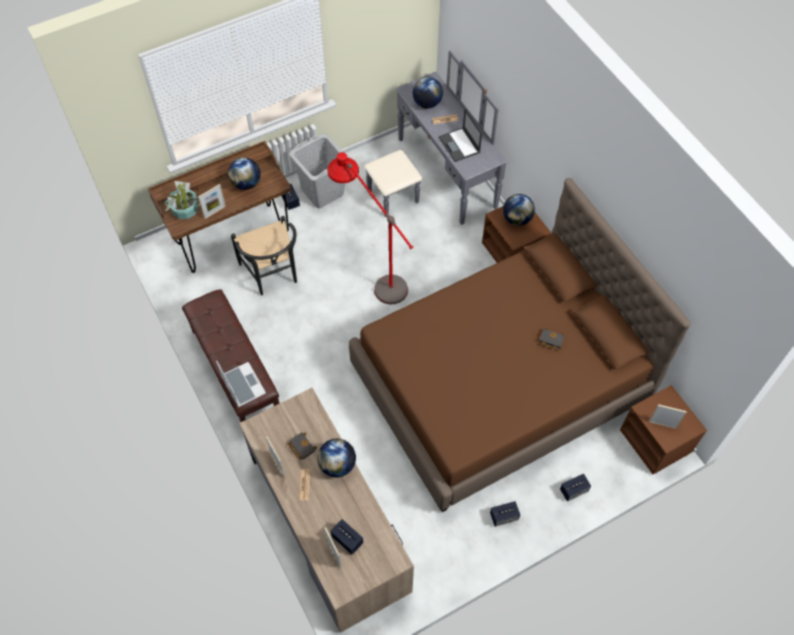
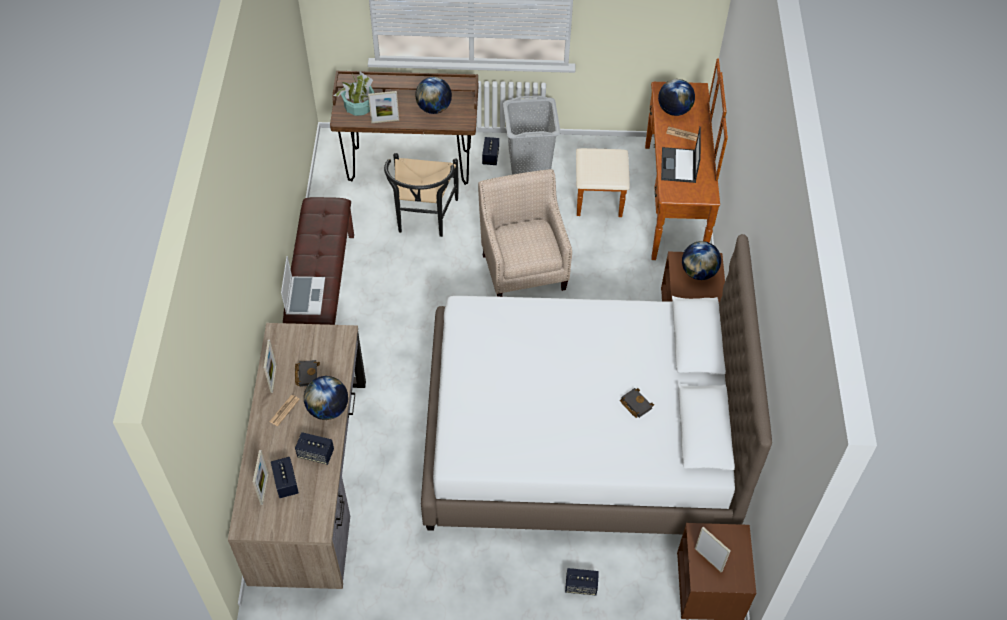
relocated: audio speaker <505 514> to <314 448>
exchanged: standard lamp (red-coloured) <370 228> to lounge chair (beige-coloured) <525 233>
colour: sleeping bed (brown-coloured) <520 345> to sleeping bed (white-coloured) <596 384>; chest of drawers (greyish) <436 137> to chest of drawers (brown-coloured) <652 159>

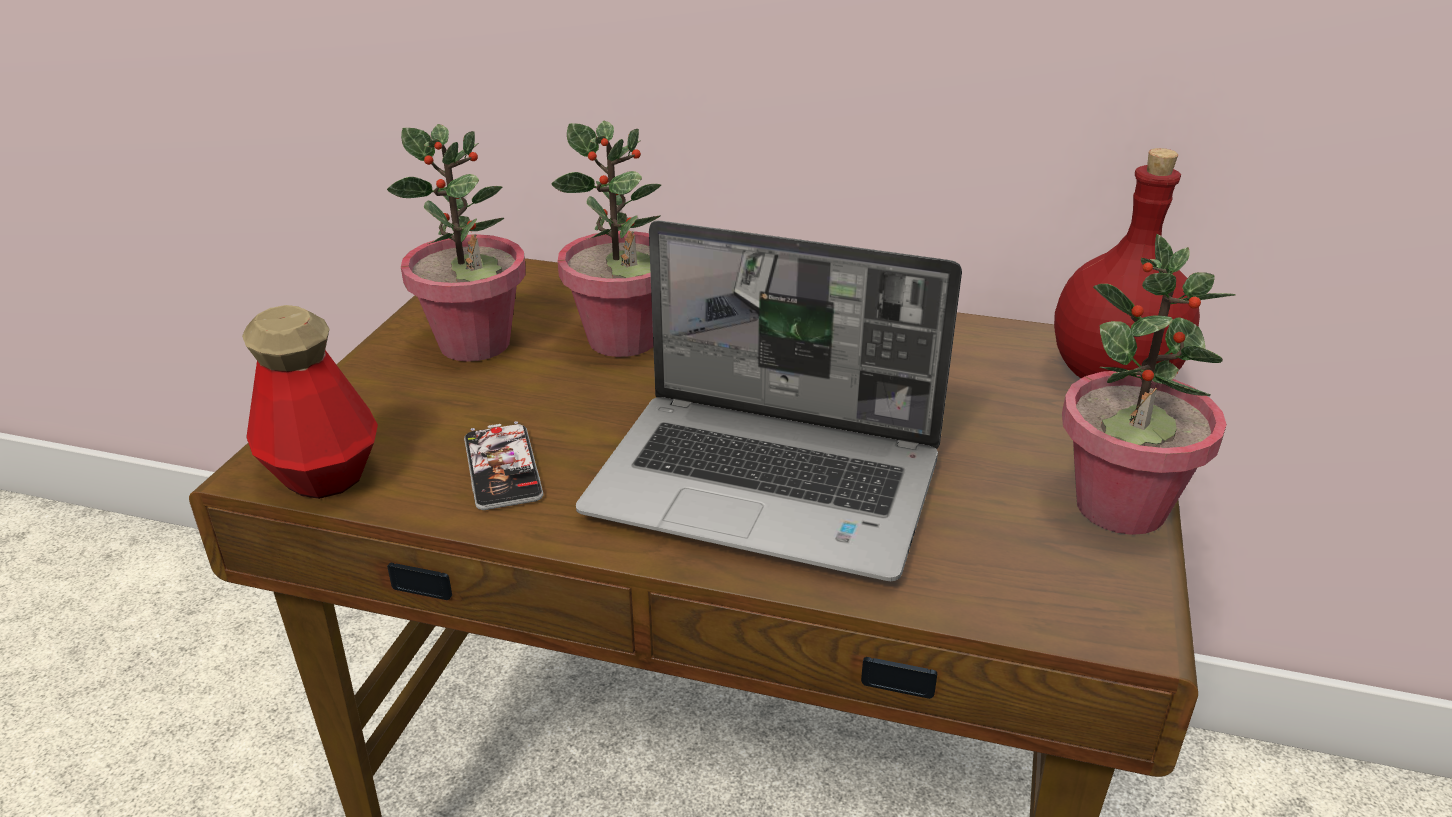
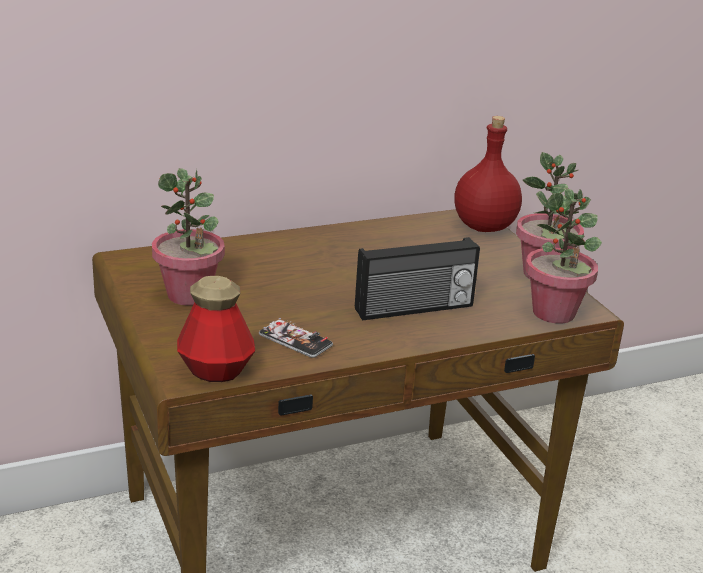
relocated: potted plant <606 239> to <563 256>
exchanged: portable computer <769 400> to radio <417 279>

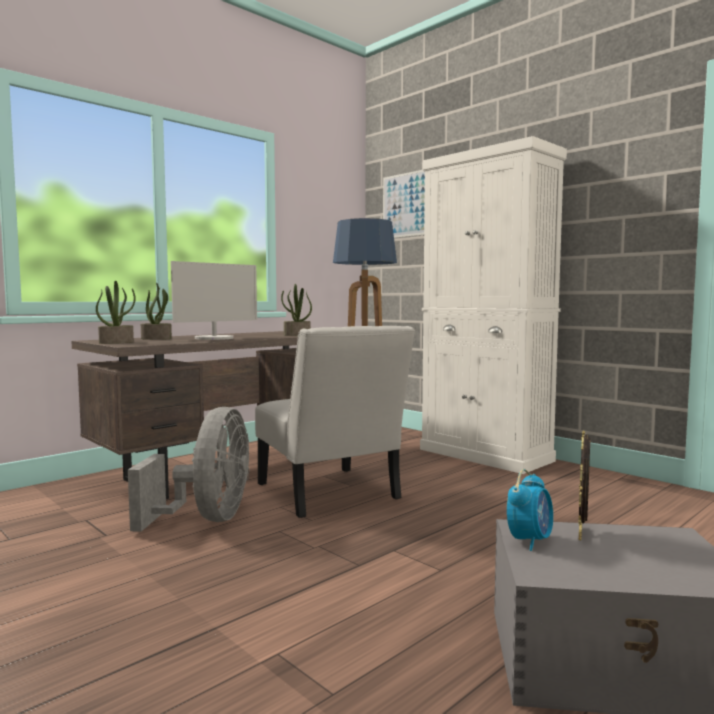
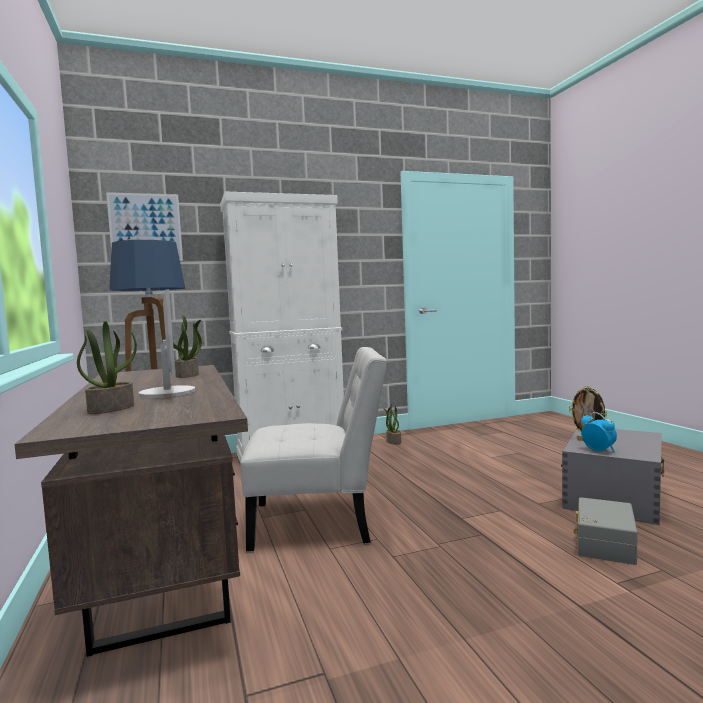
missing: fan (greyish) <188 469>
appeared: storage bin (greyish) <605 531>
relocated: potted plant <116 312> to <392 424>

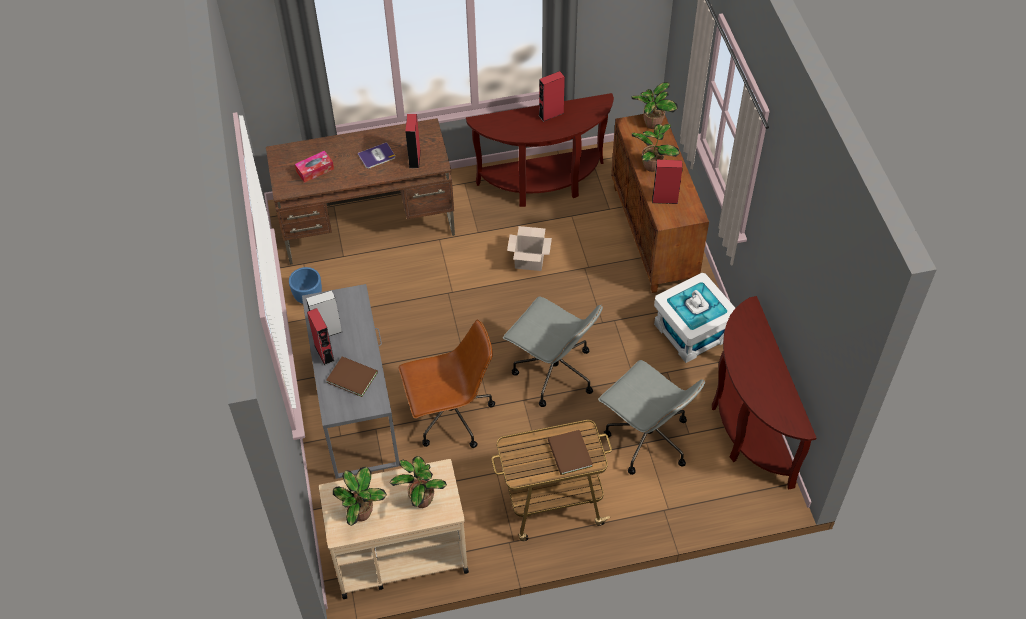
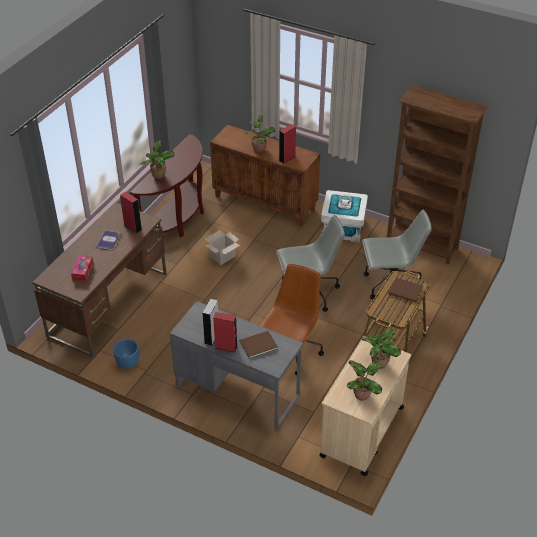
missing: audio speaker (red-coloured) <552 96>
relocated: potted plant <654 105> to <157 160>
exchanged: console table (brown-coloured) <764 393> to bookshelf (brown-coloured) <437 175>

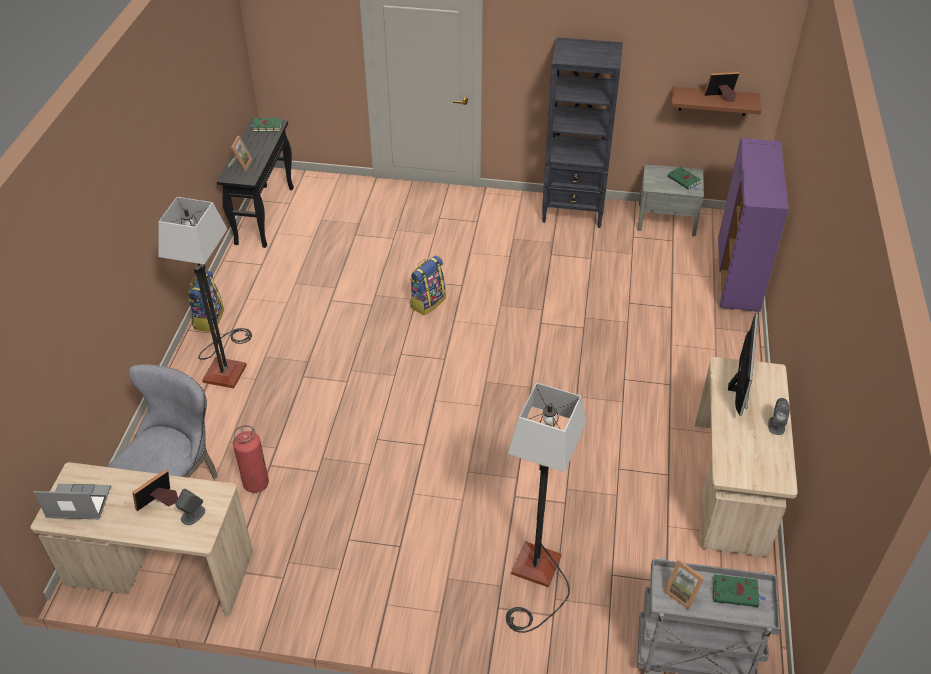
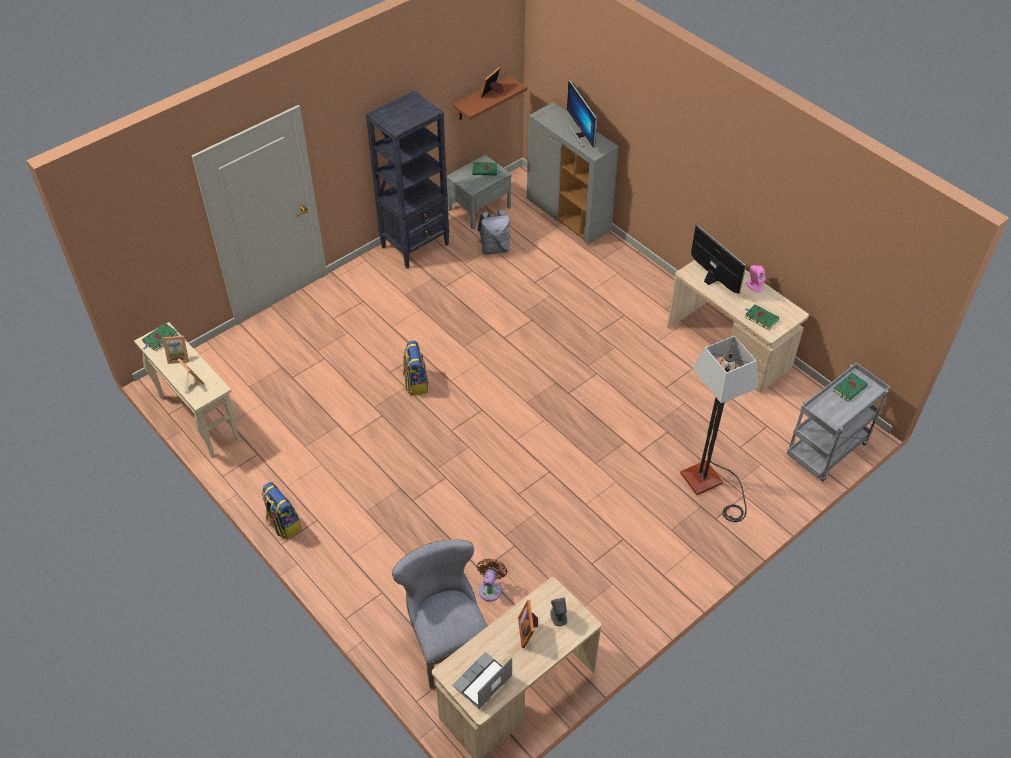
missing: standard lamp <205 292>
appeared: backpack (greyish) <493 232>; computer screen <582 114>; book (greenish) <762 317>
relocated: picture frame <684 585> to <175 350>
exchanged: fire extinguisher <251 459> to fan (brown-coloured) <492 579>
colour: console table (black-coloured) <255 182> to console table (beige-coloured) <187 390>; cupboard (purple-coloured) <753 225> to cupboard (greyish) <573 173>; audio speaker (greyish) <779 416> to audio speaker (pink) <756 278>

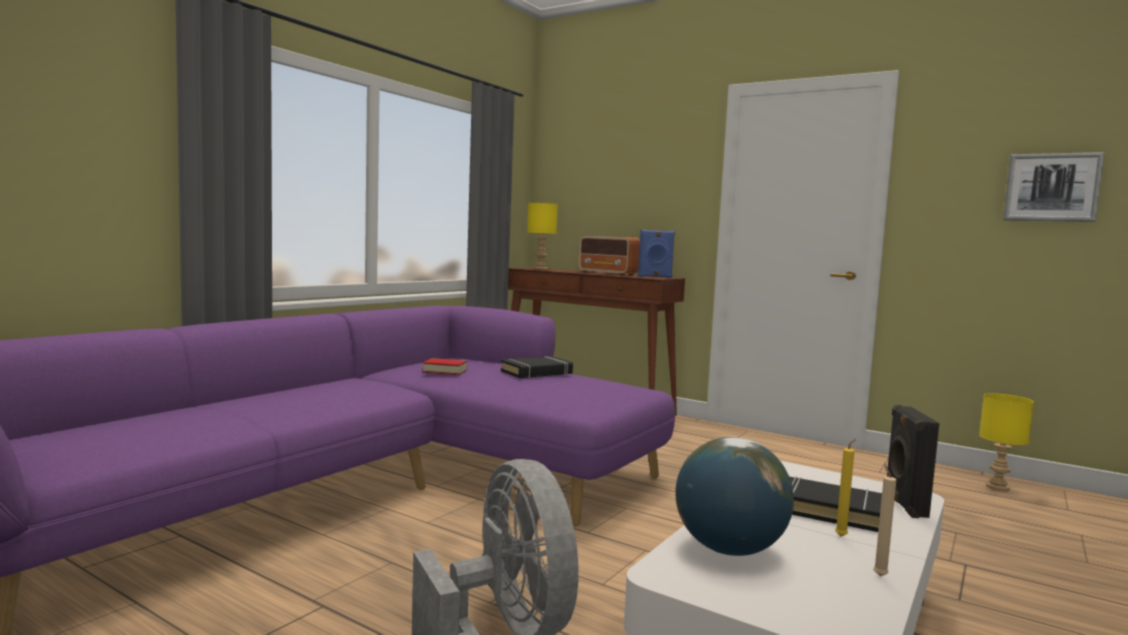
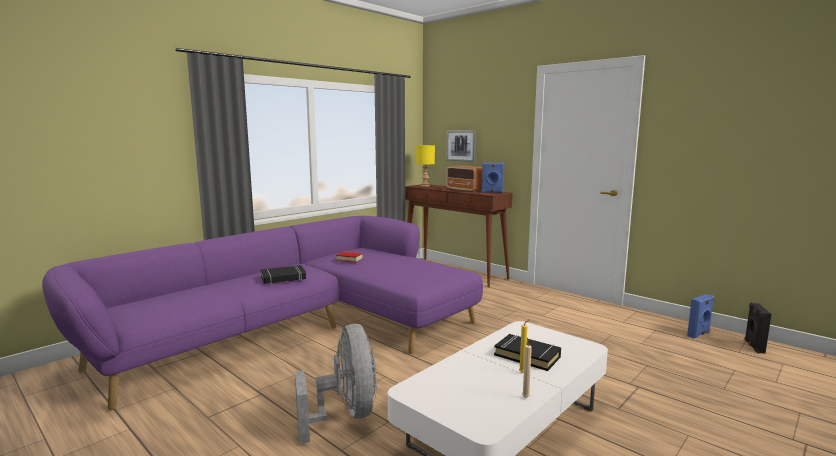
missing: globe <735 496>
relocated: book (black-coloured) <537 367> to <283 274>; wall art <1054 187> to <461 146>; audio speaker (black-coloured) <913 461> to <758 328>
exchanged: lamp for a table (yellowish) <1006 442> to audio speaker (blue) <700 316>

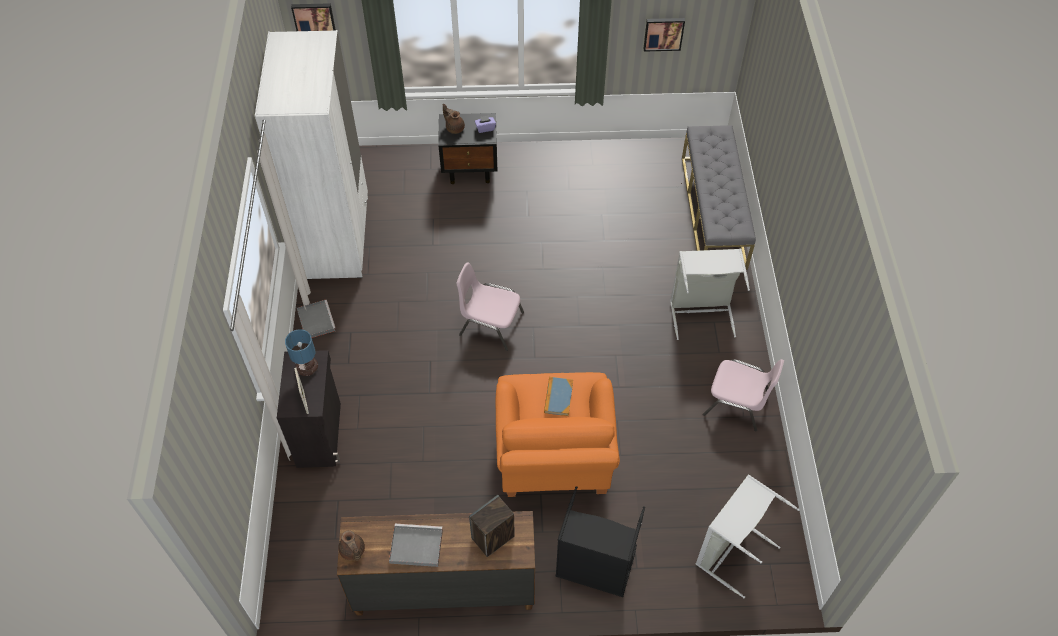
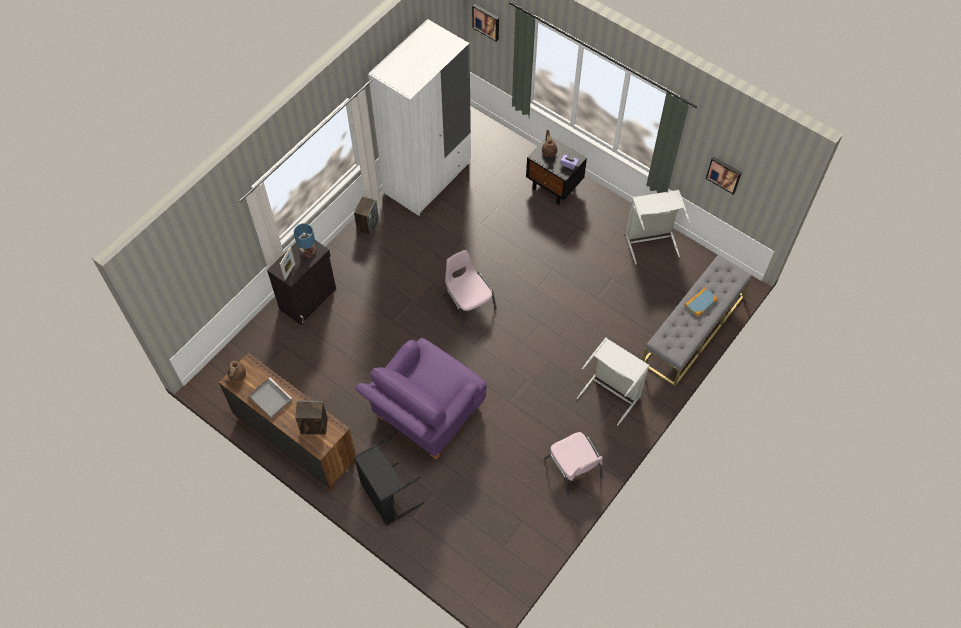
relocated: washing basket (greyish) <748 536> to <657 227>; book <558 396> to <701 302>
exchanged: tray (greyish) <316 319> to audio speaker <366 216>
colour: lounge chair (orangey) <557 434> to lounge chair (purple-coloured) <421 399>

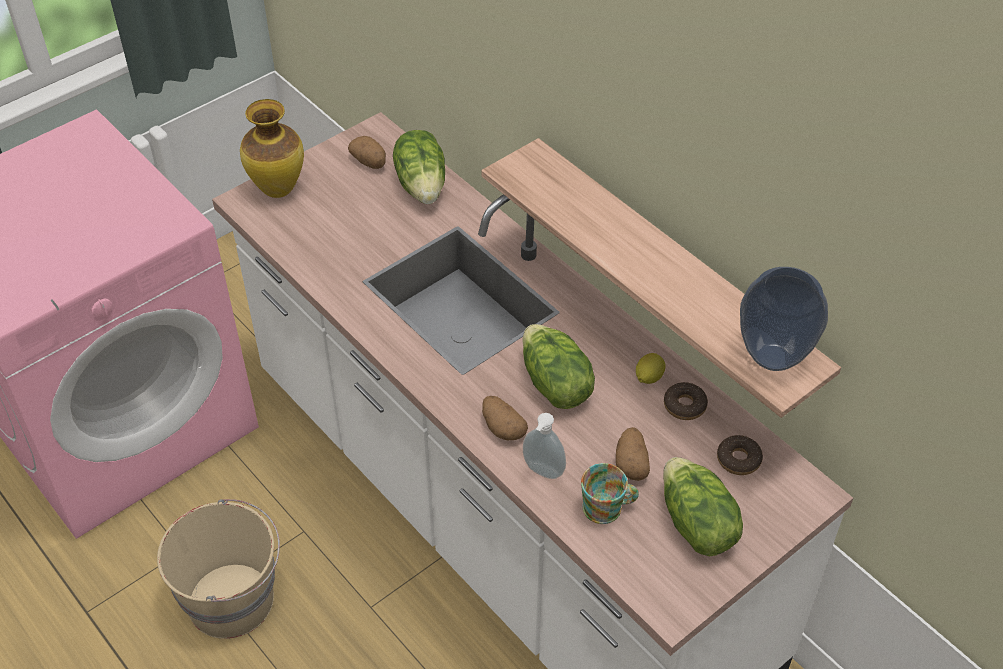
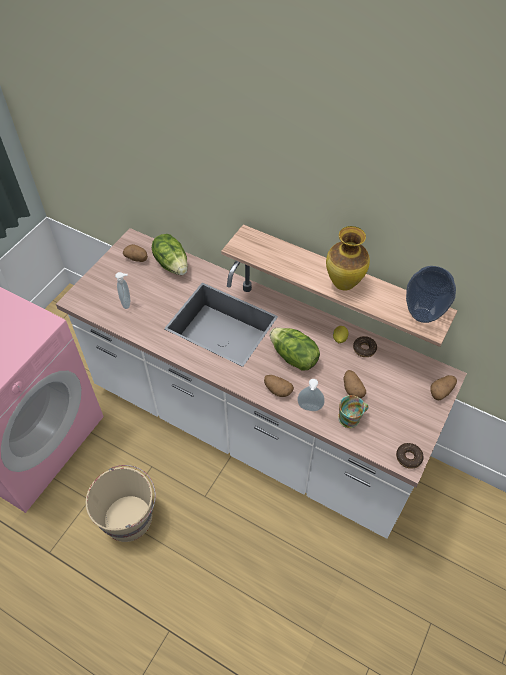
missing: head of lettuce <703 506>
appeared: soap dispenser <122 290>; whole potato <443 387>
relocated: decorative vase <272 148> to <348 258>; ring doughnut <740 455> to <410 456>

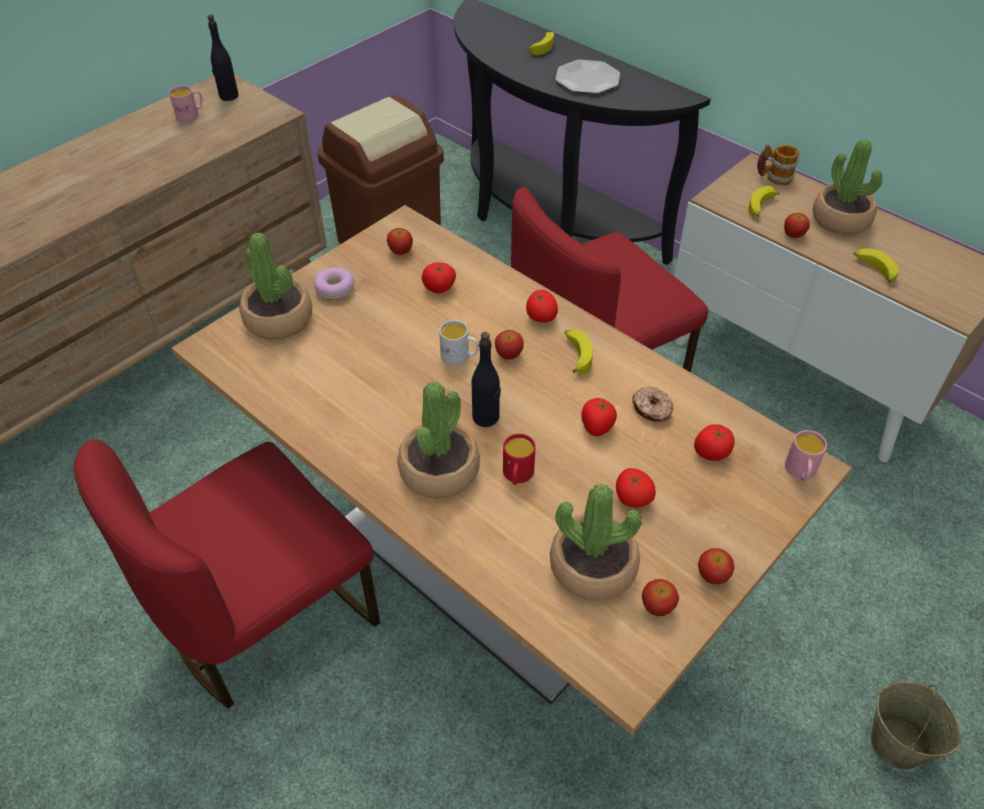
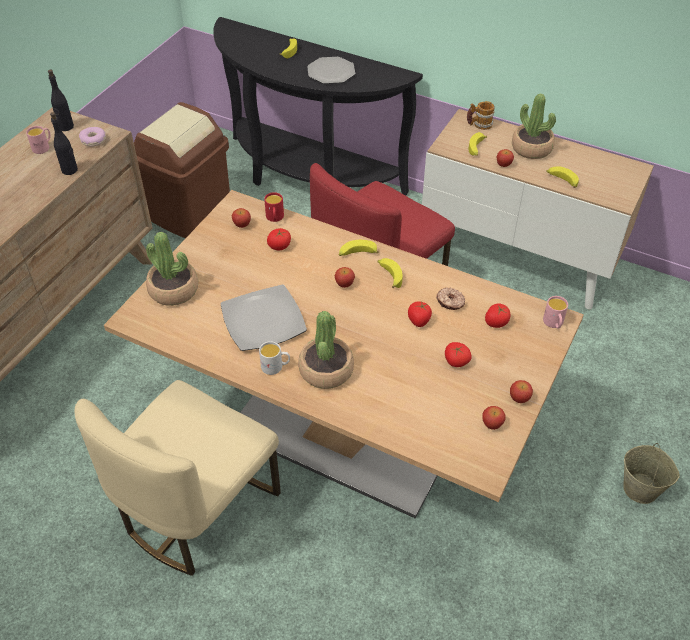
missing: potted plant <596 542>
appeared: dinner plate <263 317>
relocated: beverage bottle (black-coloured) <486 379> to <64 143>; ring doughnut <334 283> to <92 137>; mug (white-coloured) <459 343> to <274 358>; mug (red-coloured) <519 459> to <274 207>
exchanged: tomato <542 306> to banana fruit <359 248>
colour: chair (red-coloured) <227 574> to chair (beige-coloured) <178 478>

